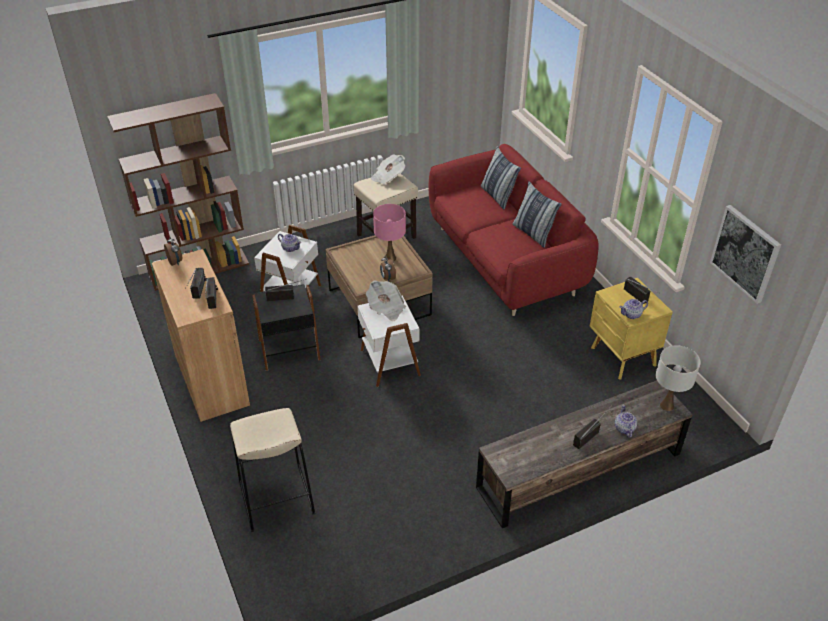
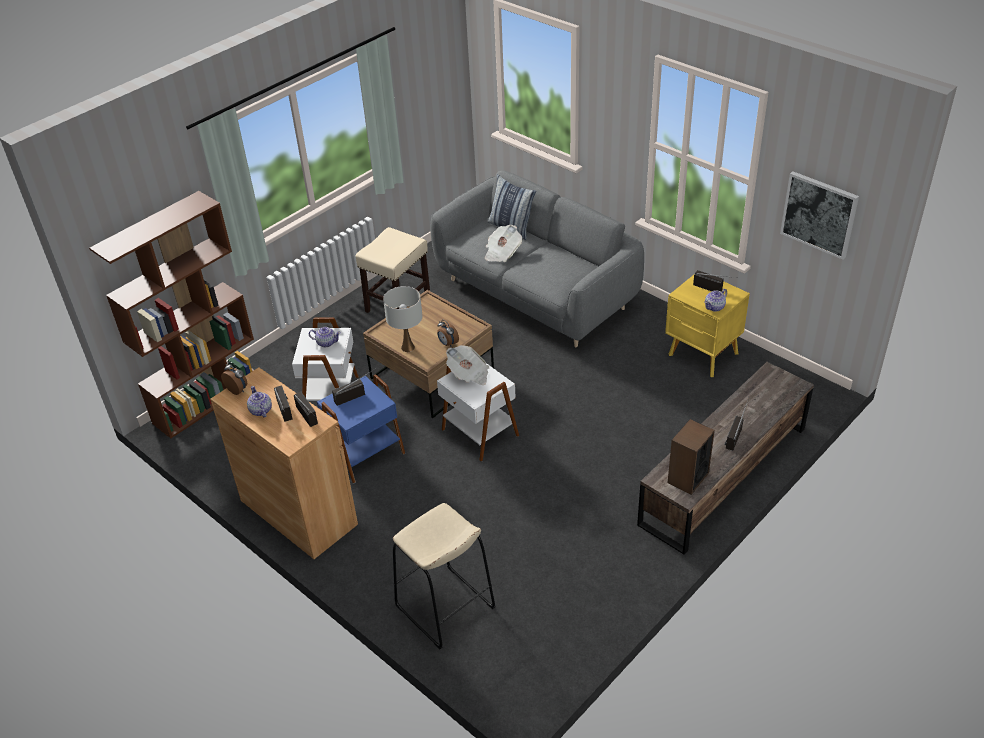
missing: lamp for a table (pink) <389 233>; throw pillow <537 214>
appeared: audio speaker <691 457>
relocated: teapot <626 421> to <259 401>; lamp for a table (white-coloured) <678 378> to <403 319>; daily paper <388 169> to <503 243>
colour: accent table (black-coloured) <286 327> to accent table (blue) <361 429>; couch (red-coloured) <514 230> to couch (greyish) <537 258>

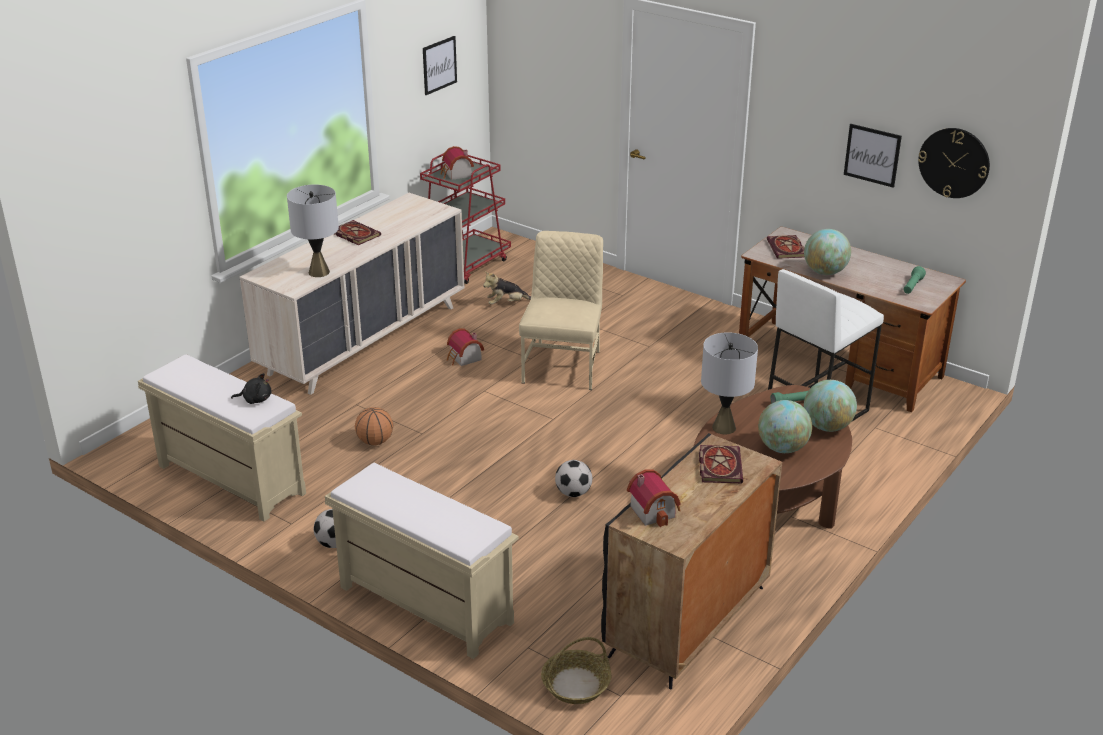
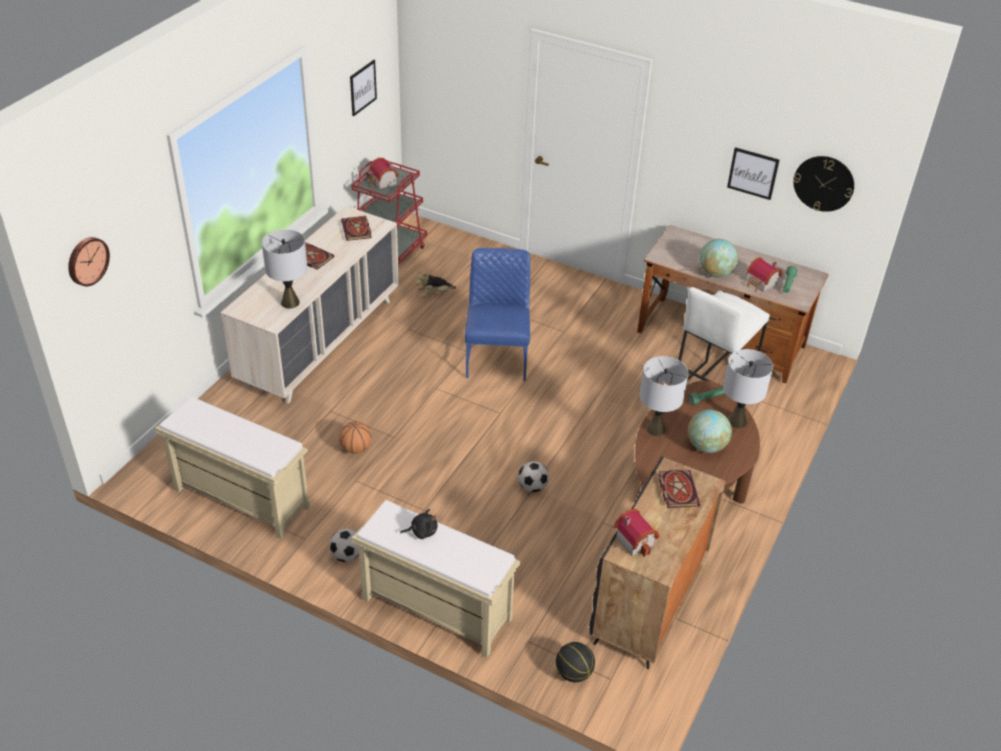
appeared: wall clock <89 261>
relocated: book <786 247> to <356 228>; cuddly toy (black-coloured) <251 388> to <419 524>; miniature house <465 347> to <764 274>
exchanged: basket <576 670> to ball for basketball <575 662>; globe <830 406> to lamp for a table (greyish) <748 388>
colour: chair (beige-coloured) <561 310> to chair (blue) <497 314>

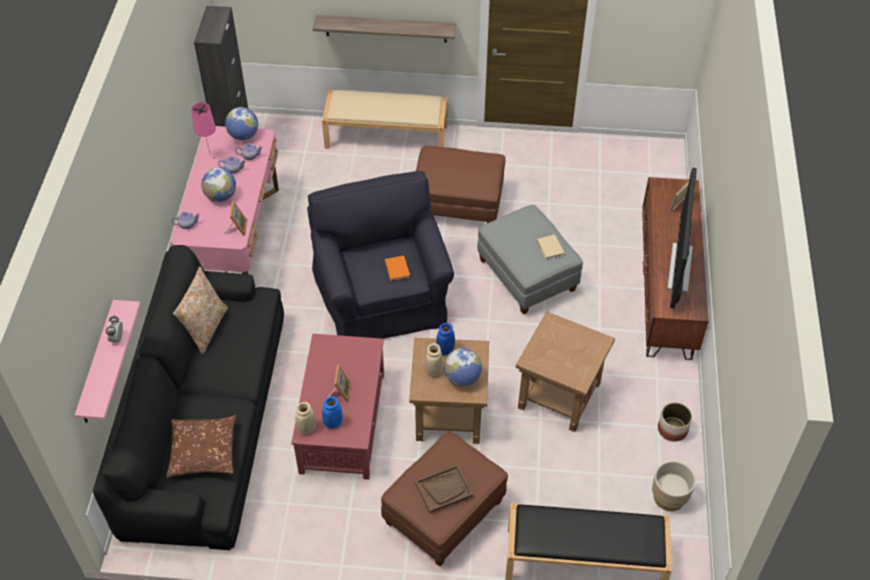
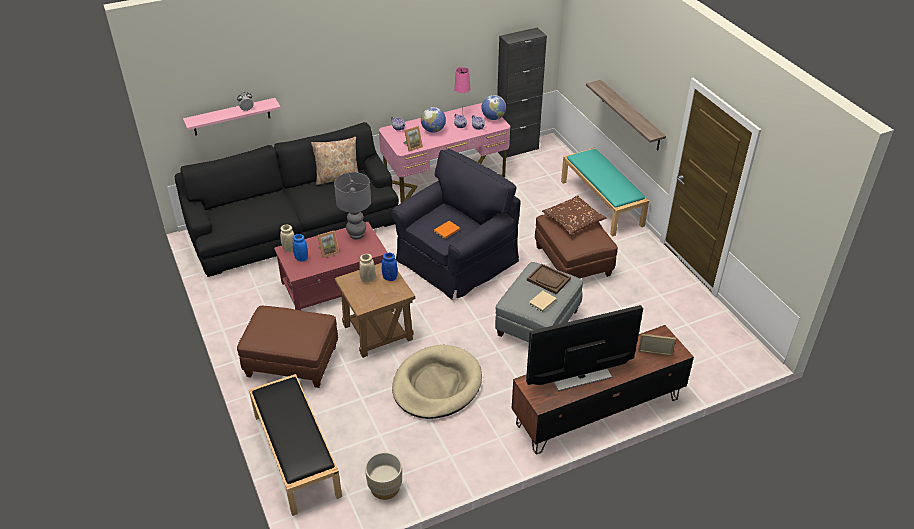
missing: globe <463 367>; planter <675 422>
appeared: lamp for a table (greyish) <352 205>
relocated: tray (brown-coloured) <444 489> to <549 279>; throw pillow (brown-coloured) <201 446> to <574 215>
exchanged: accent table (brown-coloured) <565 371> to pet bed (beige-coloured) <437 382>
colour: bench (beige-coloured) <384 119> to bench (turquoise) <605 192>

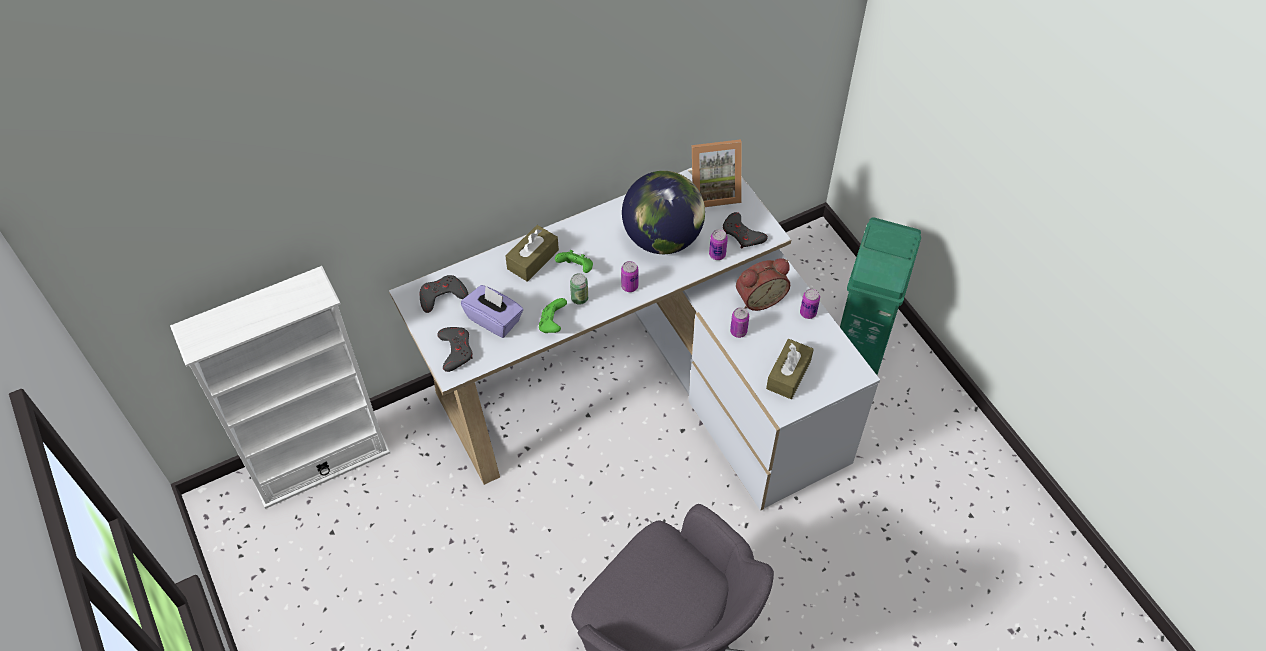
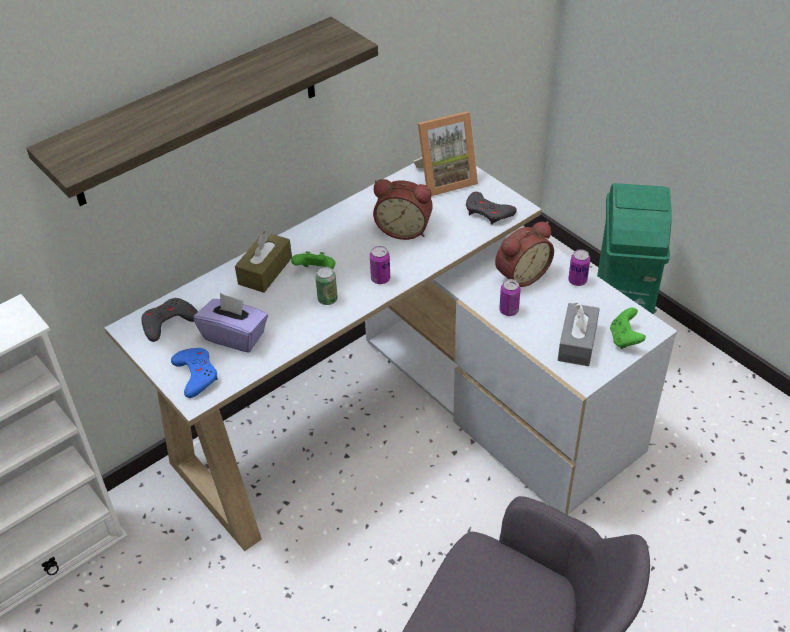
missing: can <718 244>
appeared: bracket shelf <202 111>
relocated: game controller (greenish) <553 315> to <628 328>
exchanged: globe <663 212> to bedside clock <403 209>
colour: game controller (greyish) <455 349> to game controller (blue) <194 373>; tissue holder (brown-coloured) <790 369> to tissue holder (greyish) <579 334>

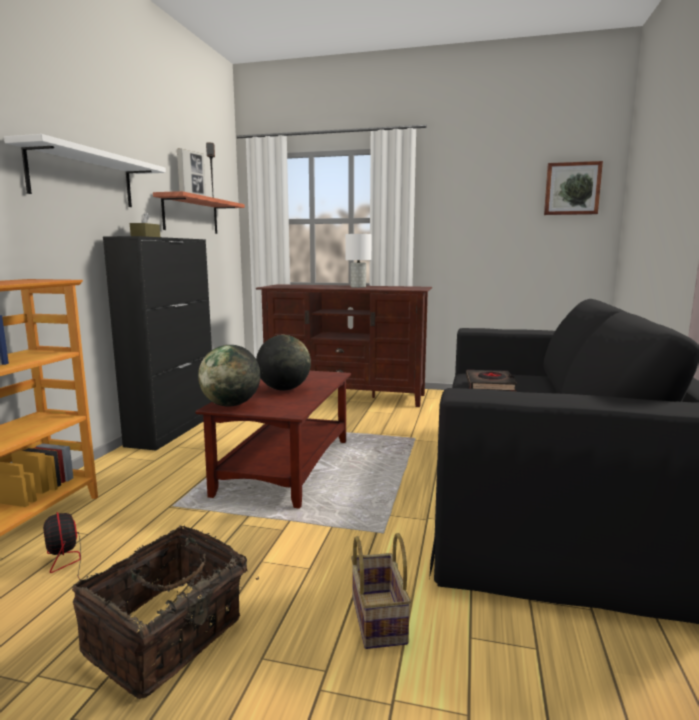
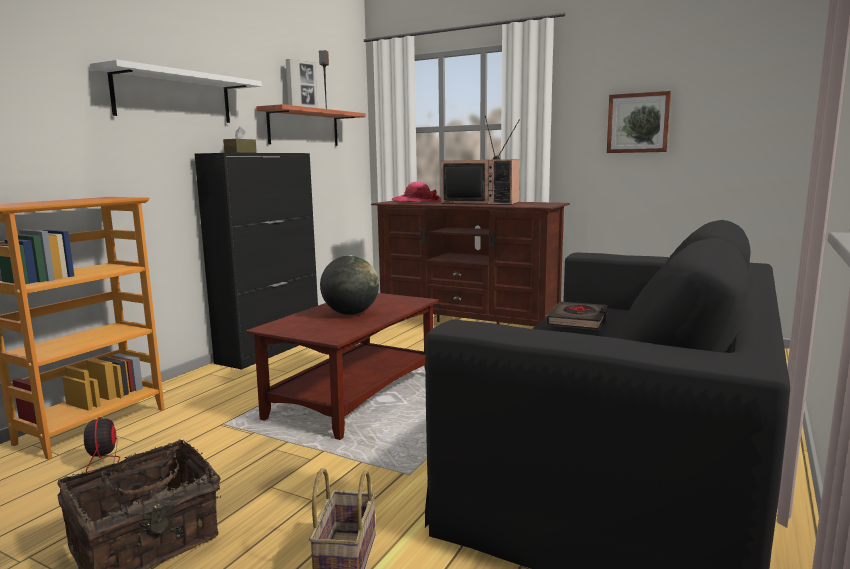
missing: globe <229 376>
appeared: hat <416 192>
relocated: wall art <573 188> to <639 122>
exchanged: lamp for a table (white-coloured) <358 261> to television <480 160>

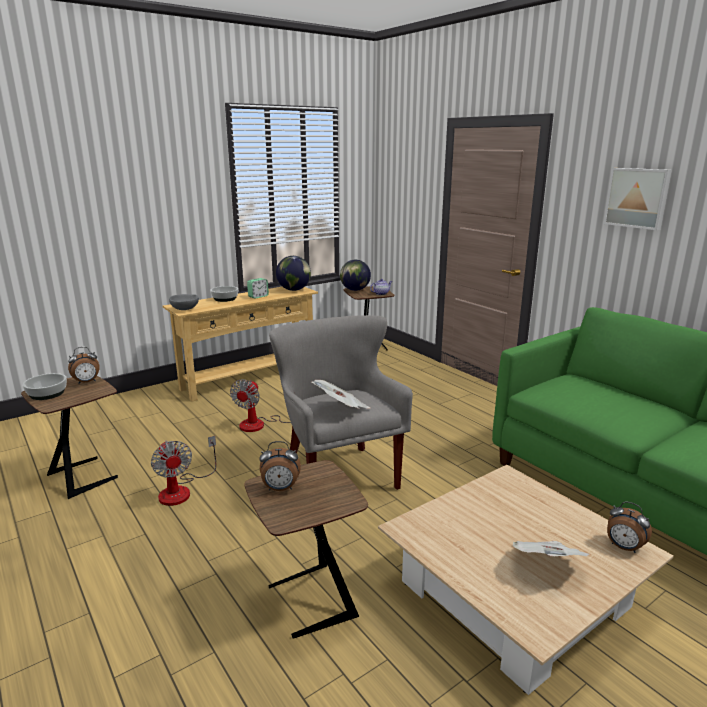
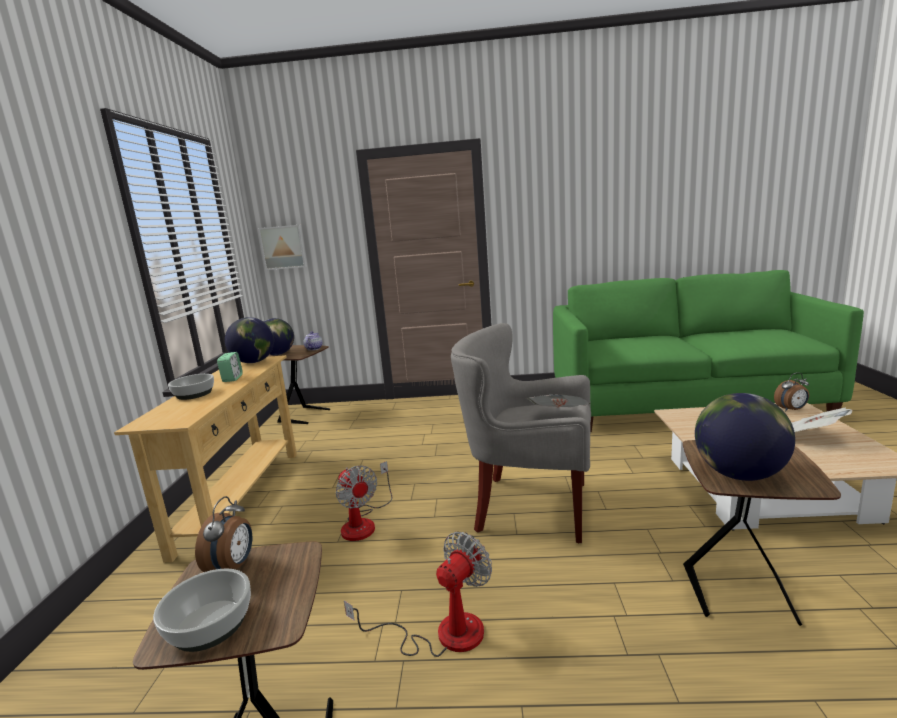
missing: bowl (greyish) <184 302>
relocated: wall art <638 199> to <282 247>
exchanged: bedside clock <280 466> to globe <745 437>
spun: fan <183 471> = <418 594> 60 degrees counterclockwise

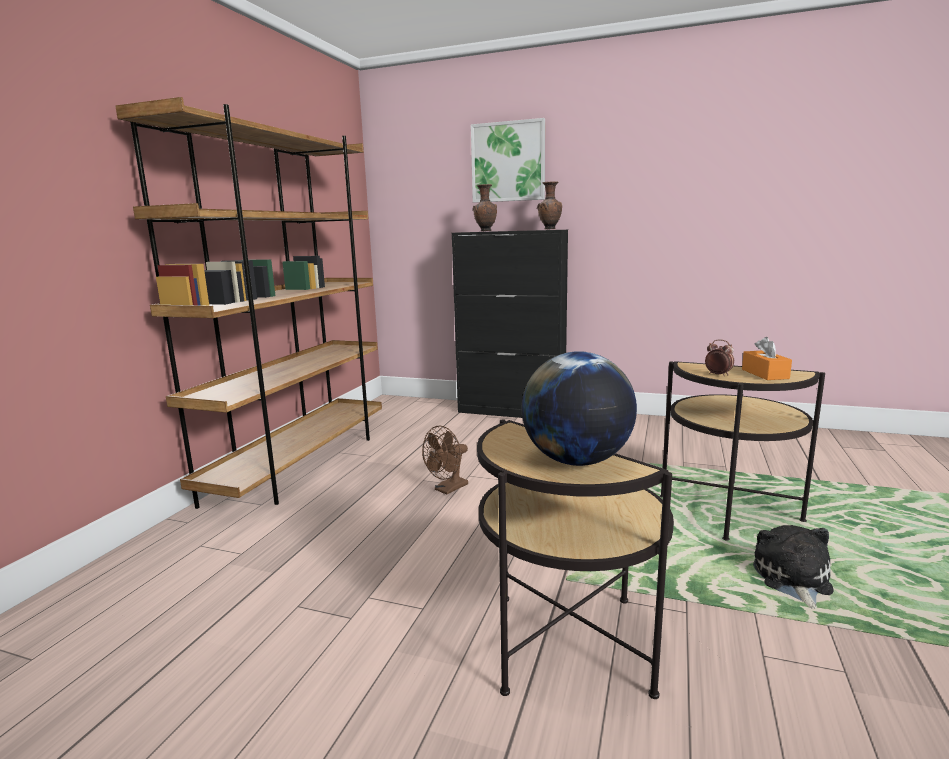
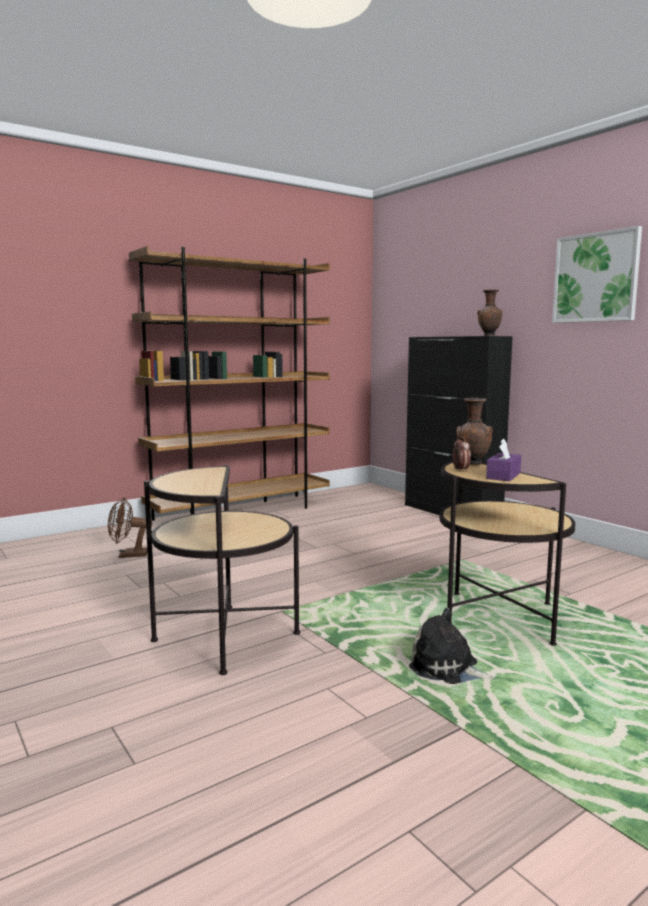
missing: globe <579 408>
relocated: fan (brown-coloured) <445 460> to <130 527>; decorative vase (brown-coloured) <485 207> to <474 431>; wall art <508 160> to <597 274>
colour: tissue holder (orangey) <767 358> to tissue holder (purple-coloured) <503 460>
spun: cuddly toy <793 567> = <451 646> 105 degrees counterclockwise

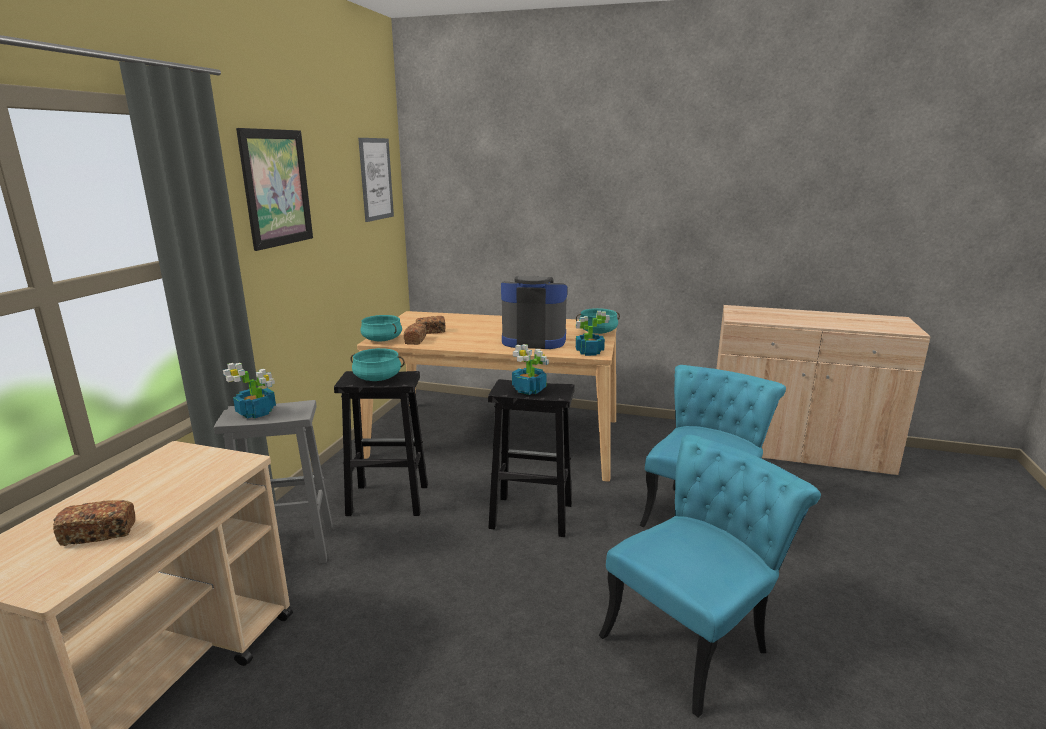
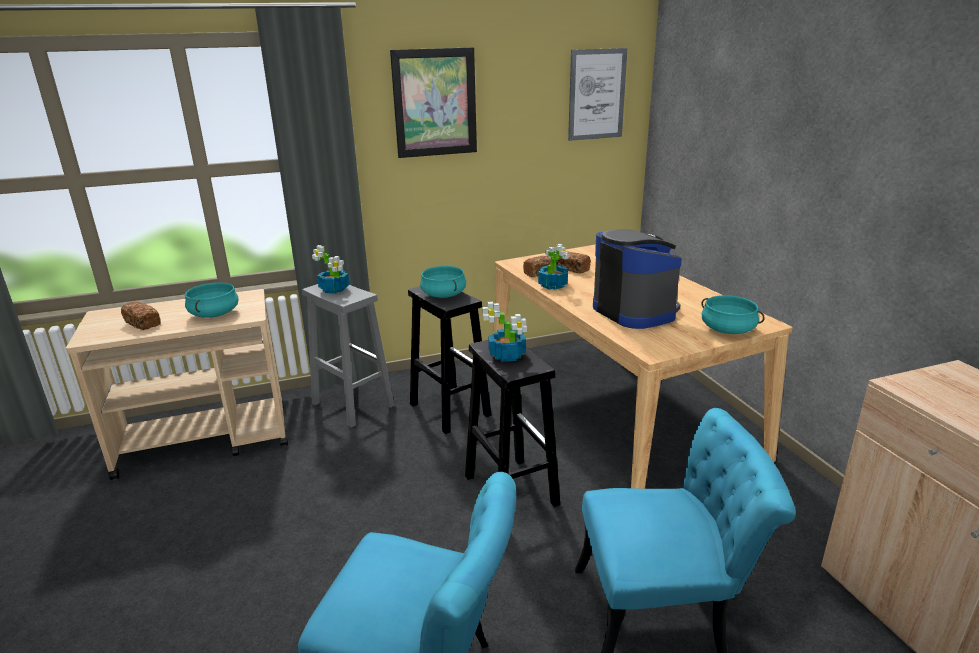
relocated: cooking pot (turquoise) <381 328> to <212 300>; potted plant <593 333> to <553 267>

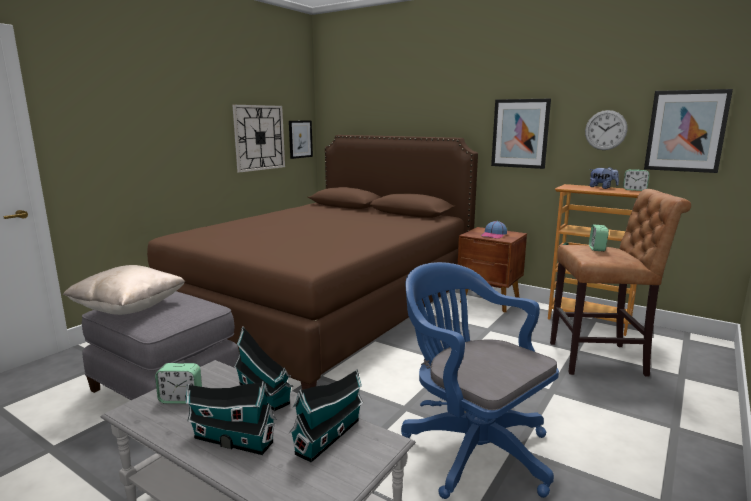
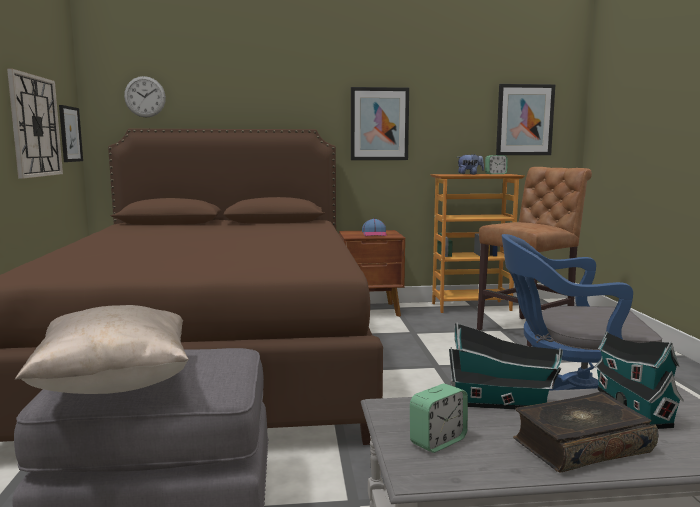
missing: bedside clock <599 237>
relocated: wall clock <606 130> to <145 97>
exchanged: miniature house <231 418> to book <585 432>

